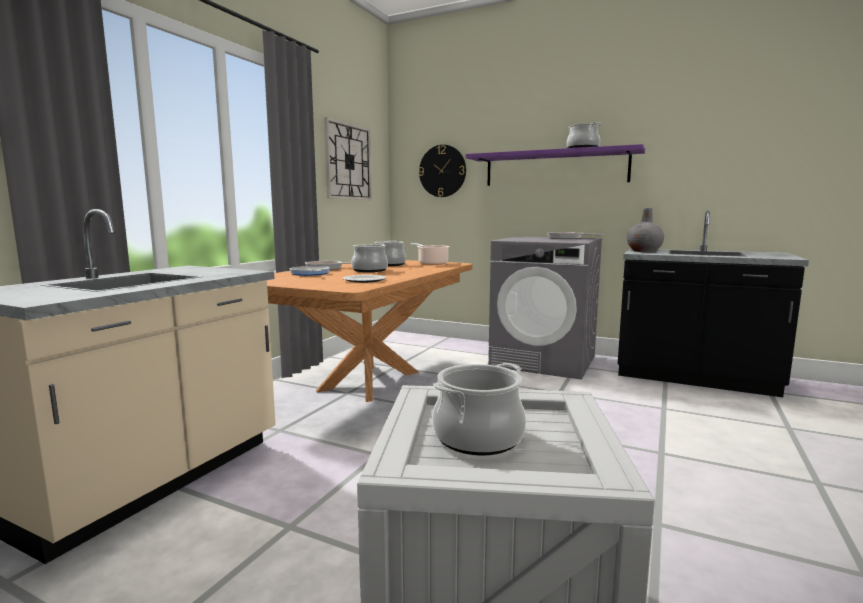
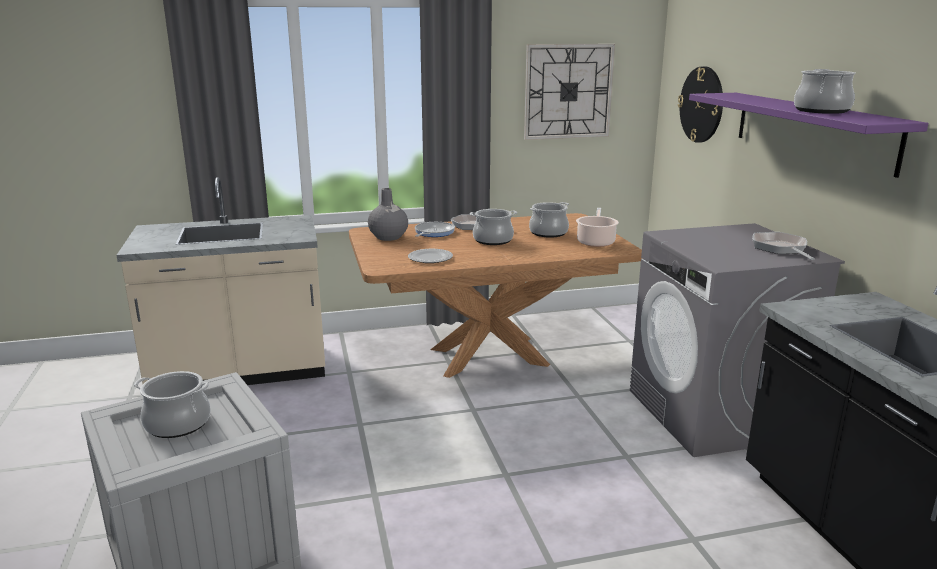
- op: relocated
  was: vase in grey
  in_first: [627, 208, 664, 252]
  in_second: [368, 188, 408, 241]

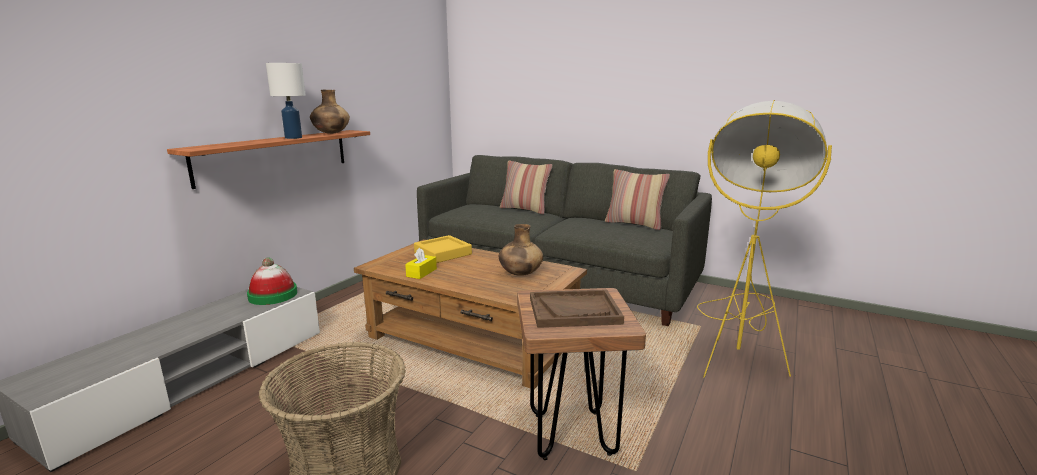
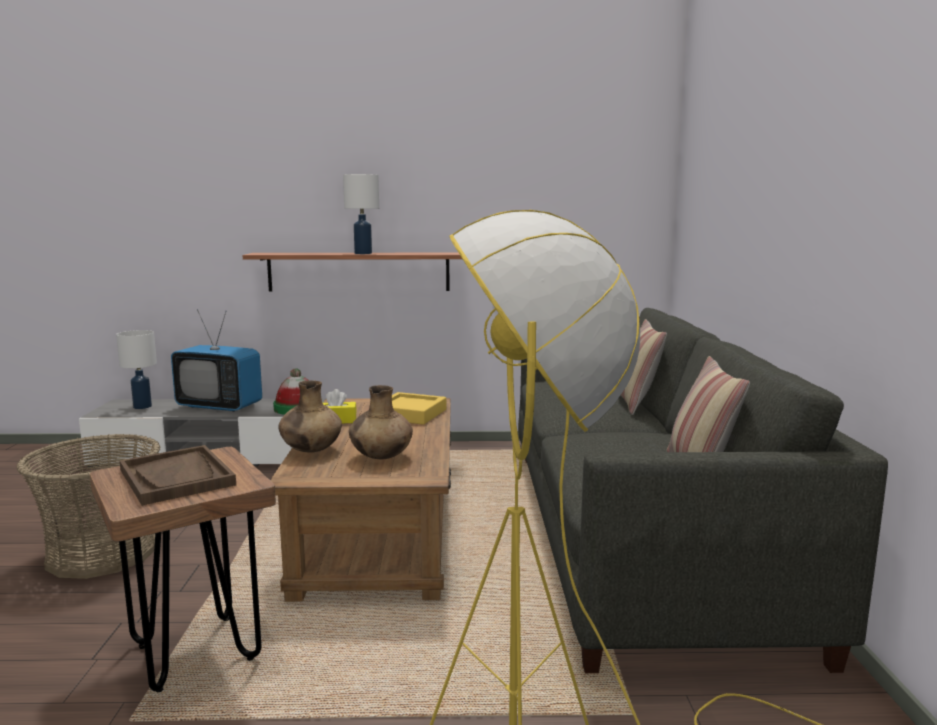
- op: appeared
  now: table lamp in white
  in_second: [116, 330, 157, 409]
- op: appeared
  now: television
  in_second: [171, 309, 262, 412]
- op: relocated
  was: vase in brown
  in_first: [310, 90, 350, 134]
  in_second: [278, 381, 342, 452]

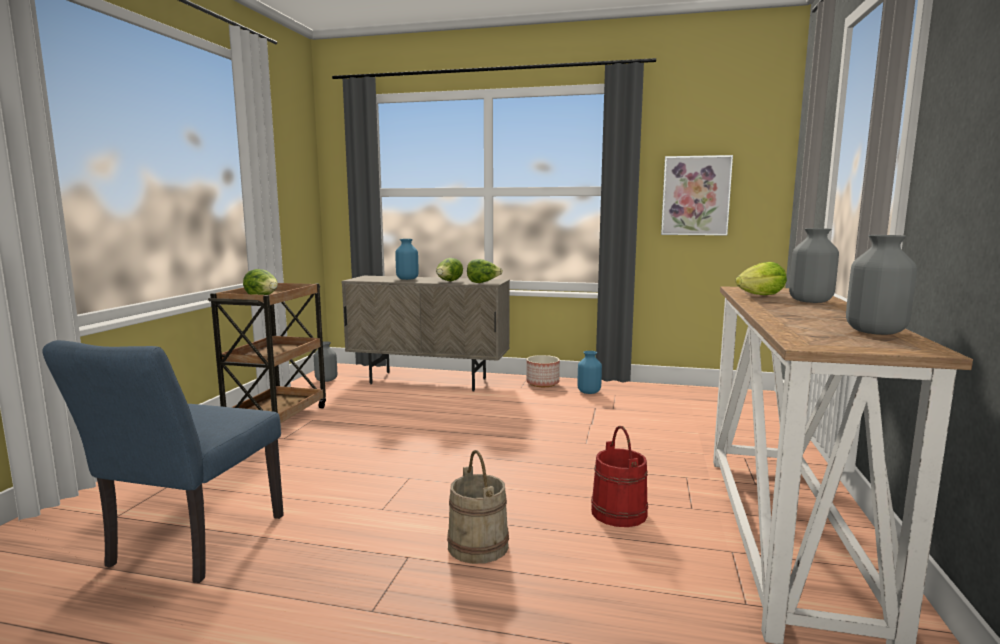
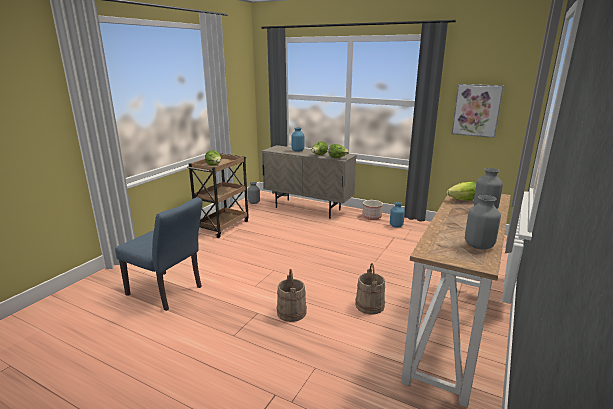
- op: colour
  was: bucket in red
  now: bucket in beige
  in_first: [591, 426, 648, 527]
  in_second: [355, 263, 385, 314]
- op: spun
  was: chair in blue
  in_first: [42, 340, 284, 583]
  in_second: [115, 197, 203, 311]
  clockwise: -90

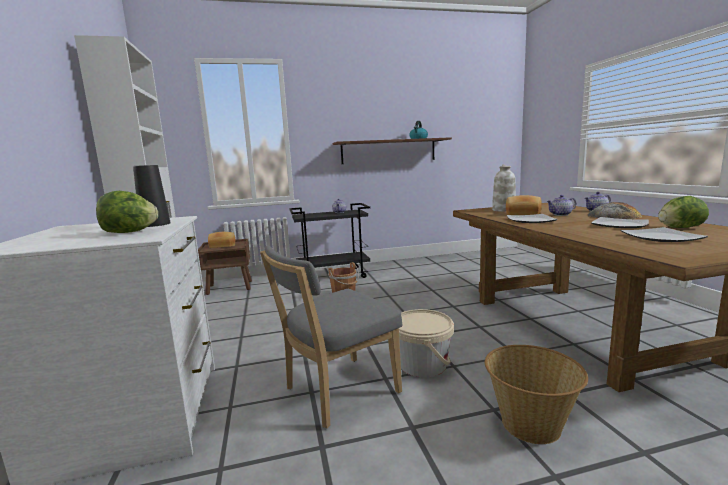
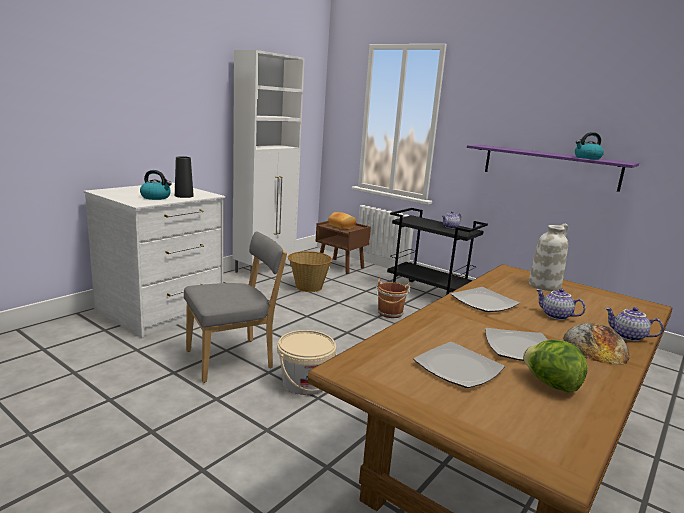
- op: missing
  was: bread
  in_first: [506, 195, 542, 215]
- op: relocated
  was: basket
  in_first: [485, 345, 588, 444]
  in_second: [288, 251, 332, 292]
- op: exchanged
  was: lettuce
  now: kettle
  in_first: [96, 191, 158, 233]
  in_second: [140, 170, 172, 200]
- op: colour
  was: shelf in brown
  now: shelf in purple
  in_first: [333, 137, 452, 164]
  in_second: [467, 145, 639, 192]
- op: spun
  was: chair in grey
  in_first: [260, 245, 402, 429]
  in_second: [184, 231, 287, 383]
  clockwise: 135

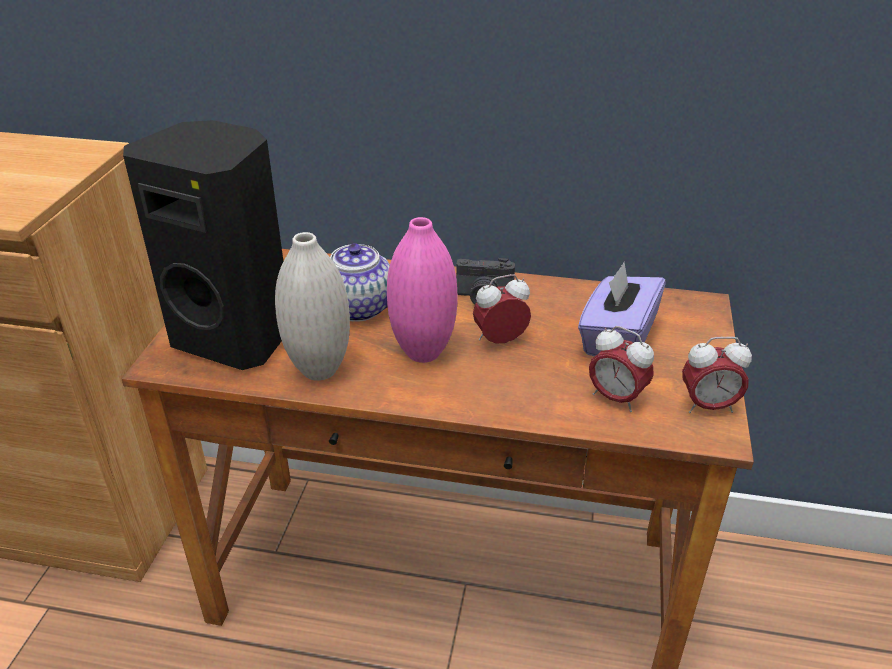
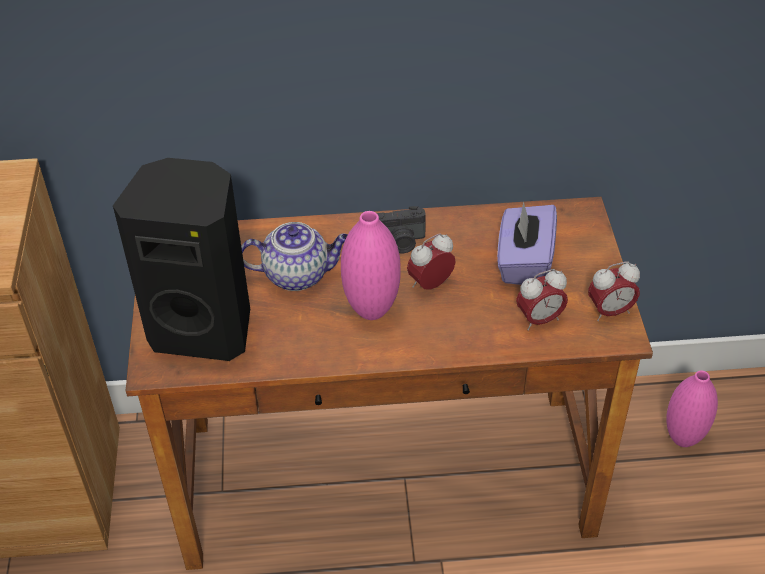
- op: missing
  was: vase in white
  in_first: [275, 232, 350, 381]
- op: appeared
  now: vase in pink
  in_second: [666, 371, 718, 447]
- op: spun
  was: alarm clock
  in_first: [589, 326, 654, 412]
  in_second: [516, 269, 568, 330]
  clockwise: -45

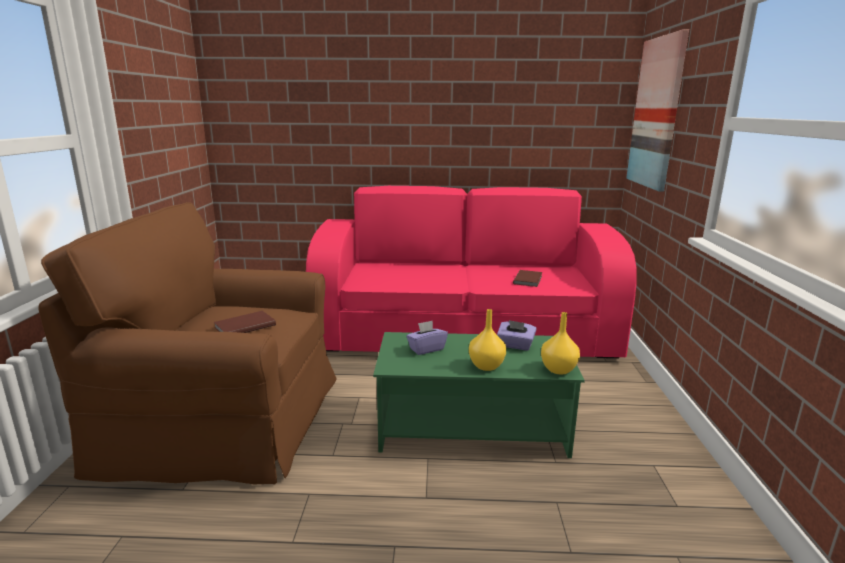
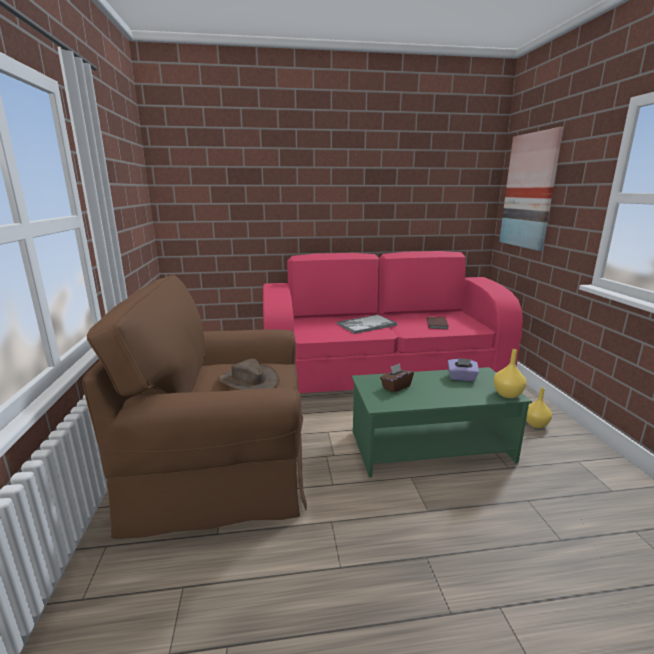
- op: appeared
  now: tray
  in_second: [337, 314, 398, 334]
- op: relocated
  was: vase in yellow
  in_first: [469, 309, 506, 371]
  in_second: [526, 387, 552, 428]
- op: exchanged
  was: book in brown
  now: hat in brown
  in_first: [214, 311, 276, 333]
  in_second: [218, 359, 279, 390]
- op: colour
  was: tissue box in purple
  now: tissue box in brown
  in_first: [406, 320, 448, 355]
  in_second: [380, 363, 414, 393]

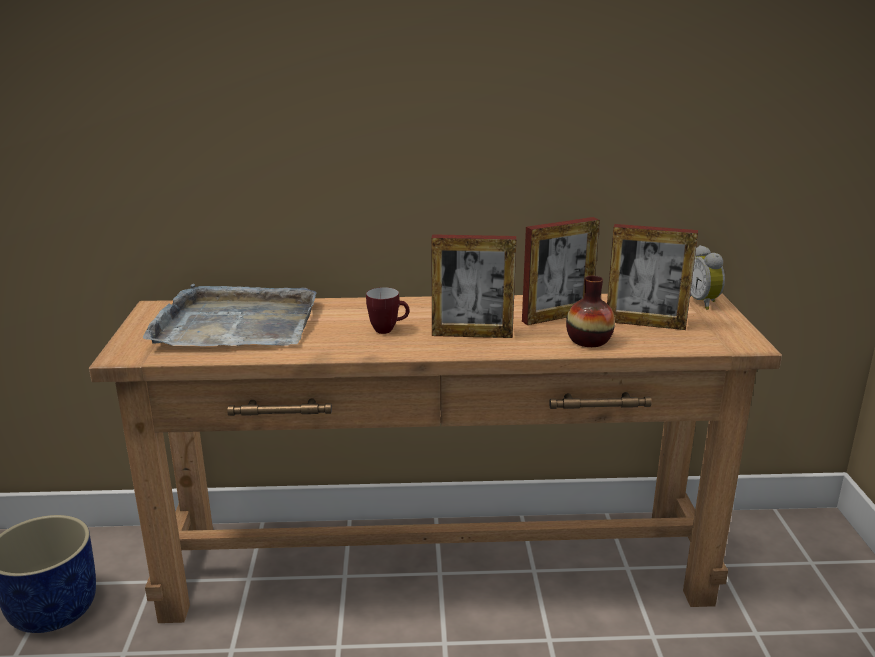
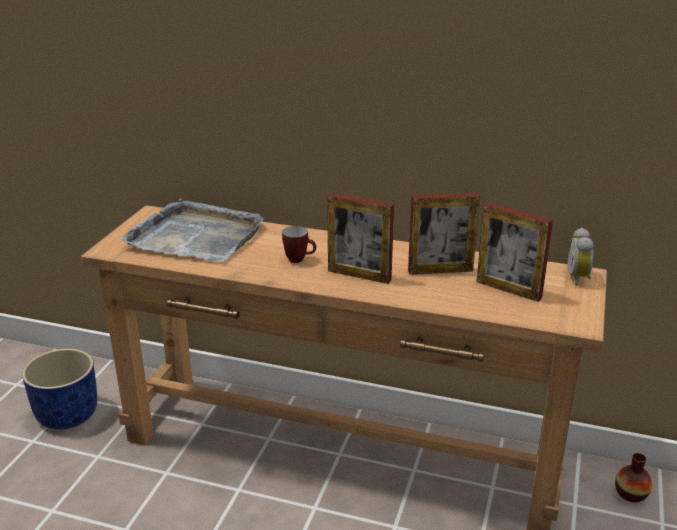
- op: relocated
  was: vase
  in_first: [566, 276, 615, 347]
  in_second: [615, 453, 652, 503]

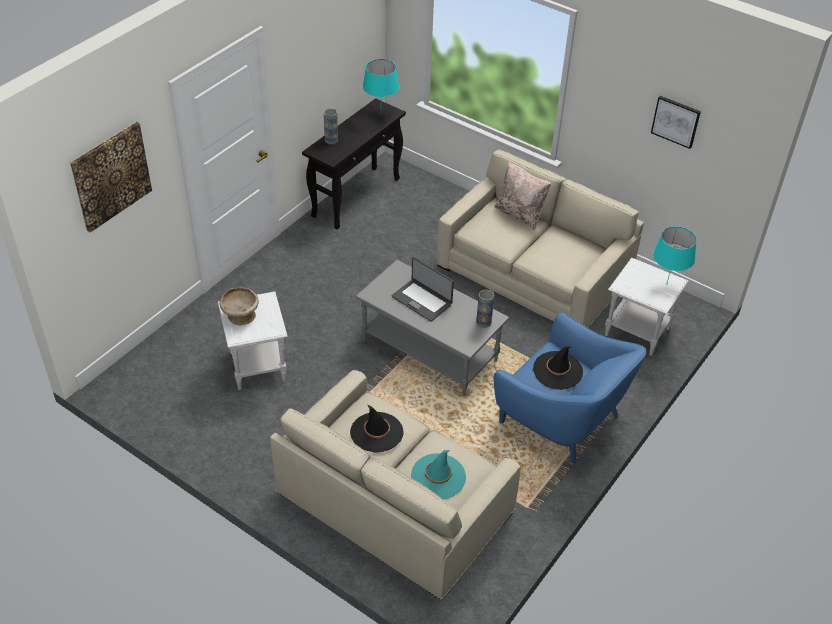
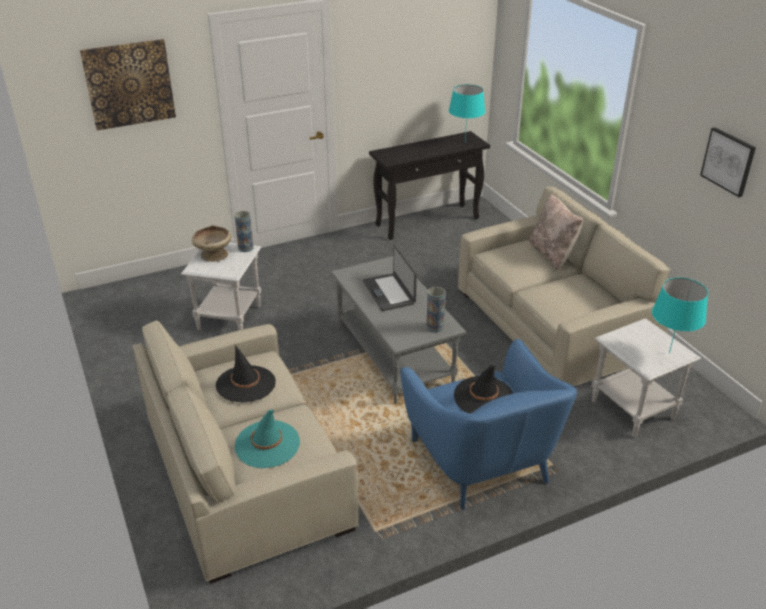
- op: relocated
  was: vase
  in_first: [324, 108, 338, 144]
  in_second: [234, 211, 254, 252]

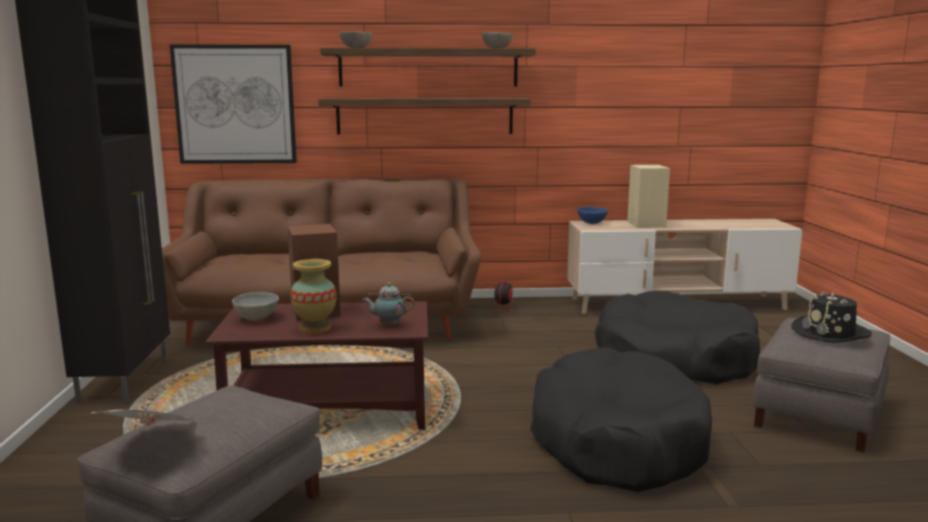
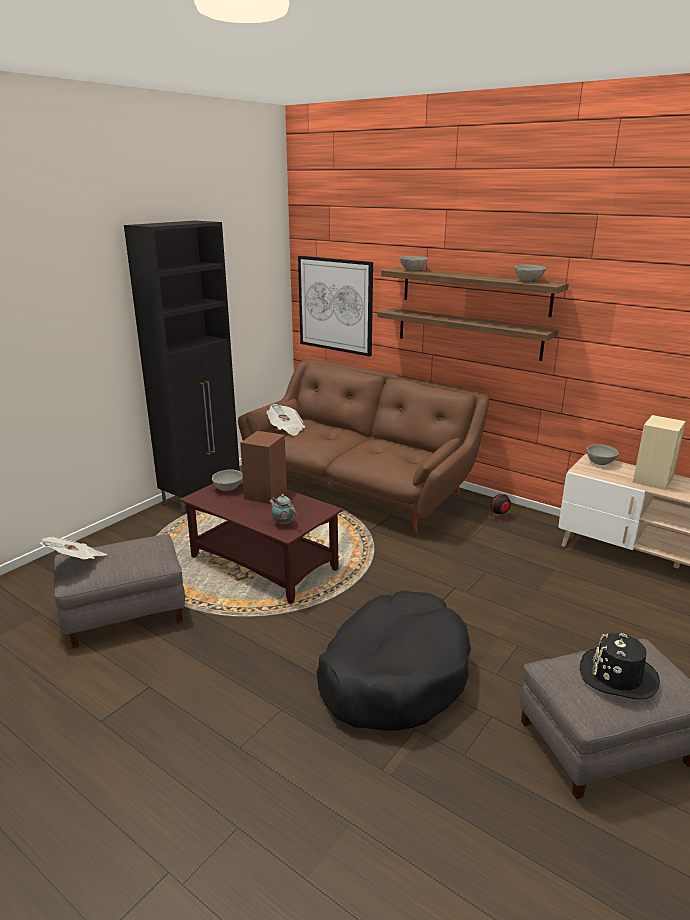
- op: missing
  was: vase
  in_first: [290, 259, 336, 334]
- op: missing
  was: dog bed in black
  in_first: [595, 291, 760, 384]
- op: appeared
  now: newspaper
  in_second: [267, 404, 305, 436]
- op: colour
  was: bowl in blue
  now: bowl in grey
  in_first: [578, 207, 608, 224]
  in_second: [587, 444, 619, 465]

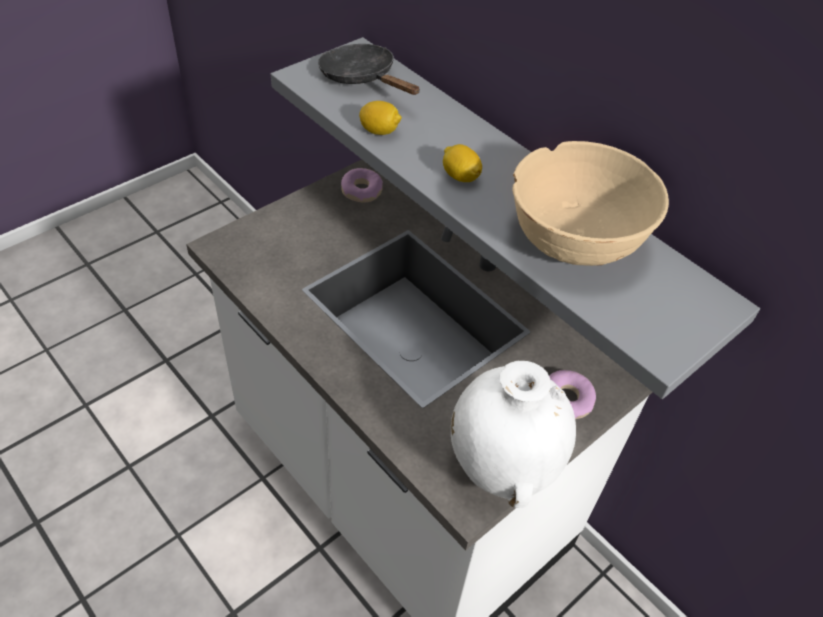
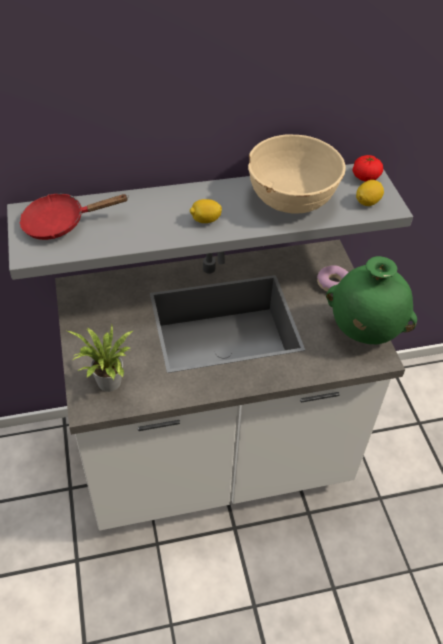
- op: missing
  was: donut
  in_first: [341, 168, 383, 203]
- op: appeared
  now: potted plant
  in_second: [67, 325, 133, 392]
- op: appeared
  now: tomato
  in_second: [353, 155, 383, 182]
- op: relocated
  was: lemon
  in_first: [359, 101, 402, 135]
  in_second: [356, 180, 384, 206]
- op: colour
  was: frying pan in black
  now: frying pan in red
  in_first: [318, 44, 420, 95]
  in_second: [19, 194, 129, 240]
- op: colour
  was: vase in white
  now: vase in green
  in_first: [451, 361, 576, 508]
  in_second: [326, 256, 417, 344]

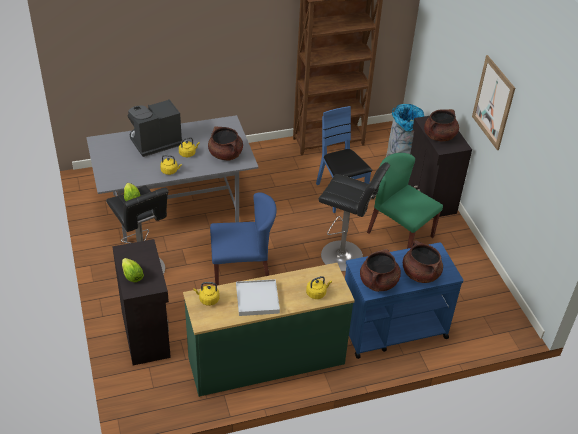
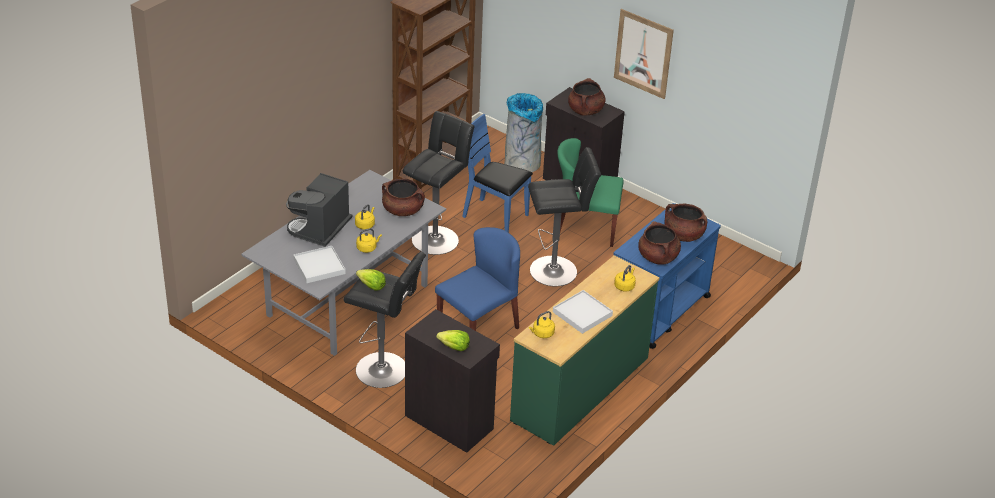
- op: appeared
  now: tray in white
  in_second: [294, 246, 346, 283]
- op: appeared
  now: stool in black
  in_second: [403, 111, 475, 255]

